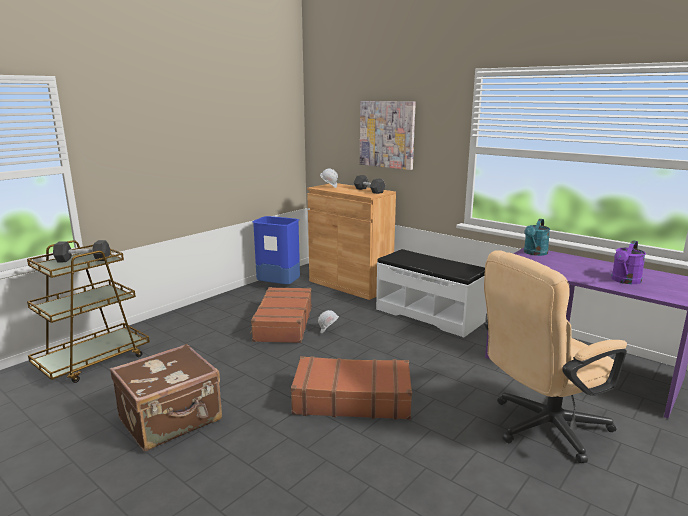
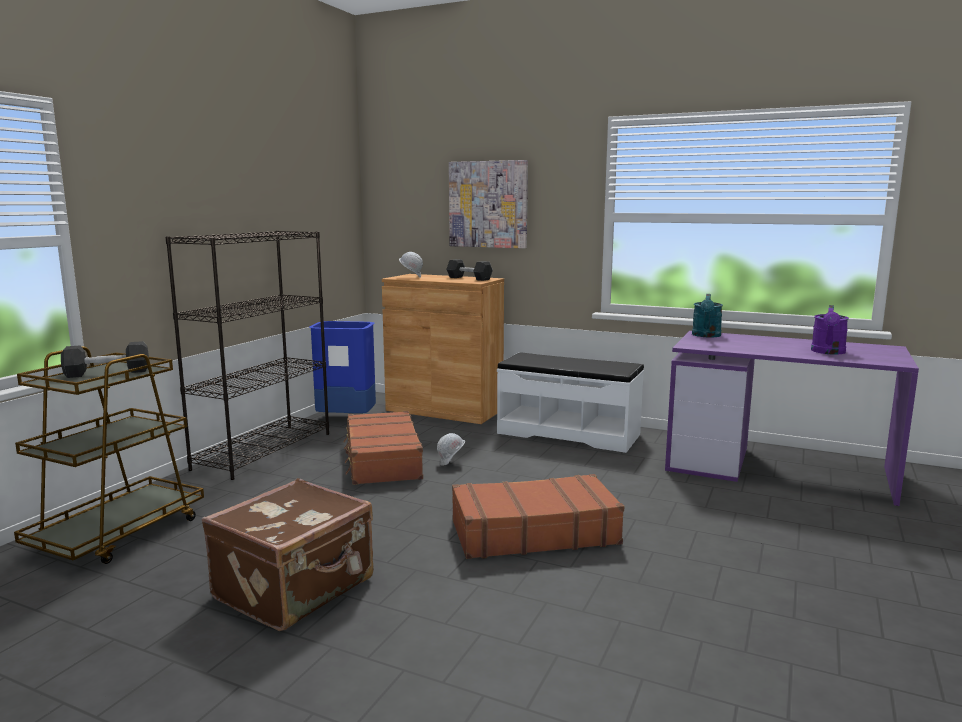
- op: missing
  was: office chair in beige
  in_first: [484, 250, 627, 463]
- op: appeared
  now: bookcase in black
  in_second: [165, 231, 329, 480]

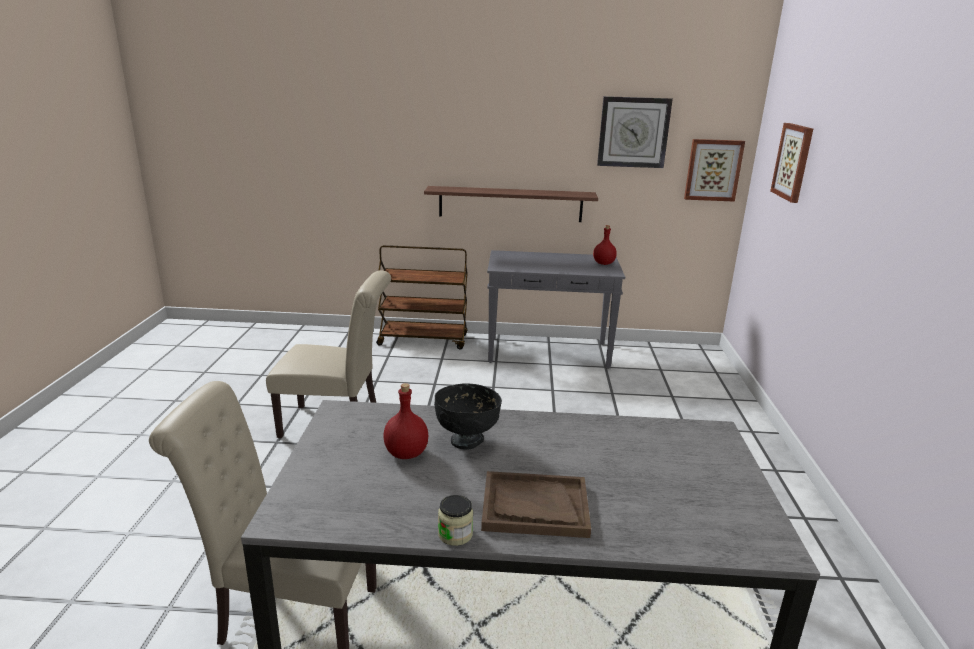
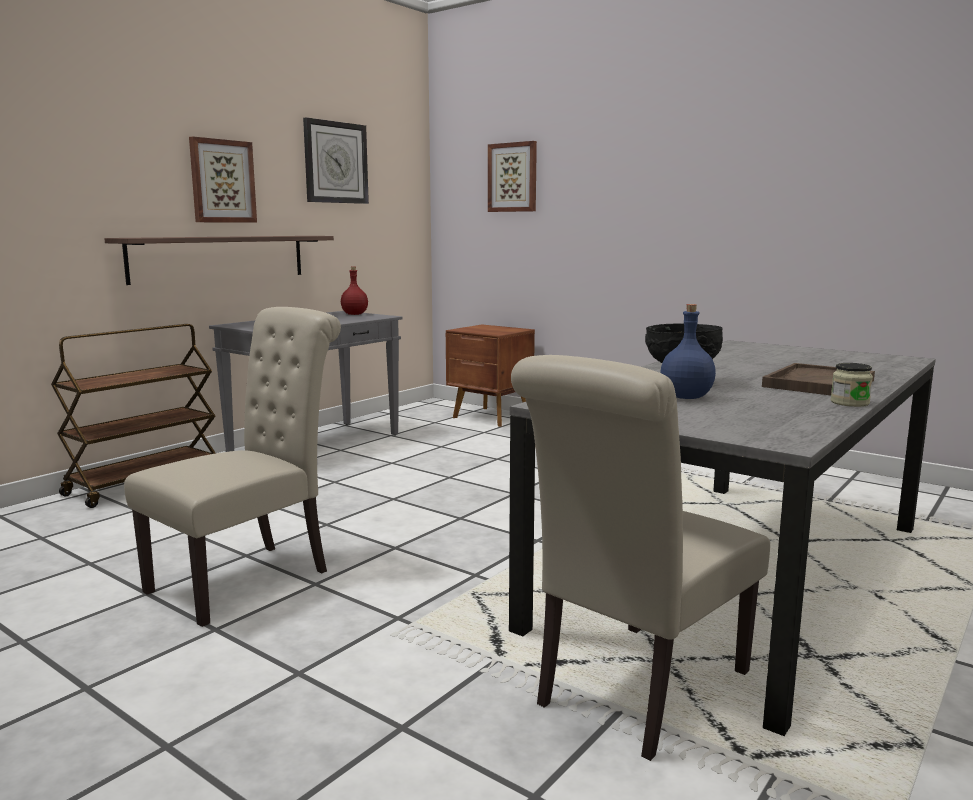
- op: appeared
  now: nightstand in brown
  in_second: [446, 325, 535, 427]
- op: relocated
  was: picture
  in_first: [684, 139, 745, 202]
  in_second: [189, 136, 257, 223]
- op: colour
  was: bottle in red
  now: bottle in blue
  in_first: [383, 383, 429, 459]
  in_second: [660, 304, 716, 399]

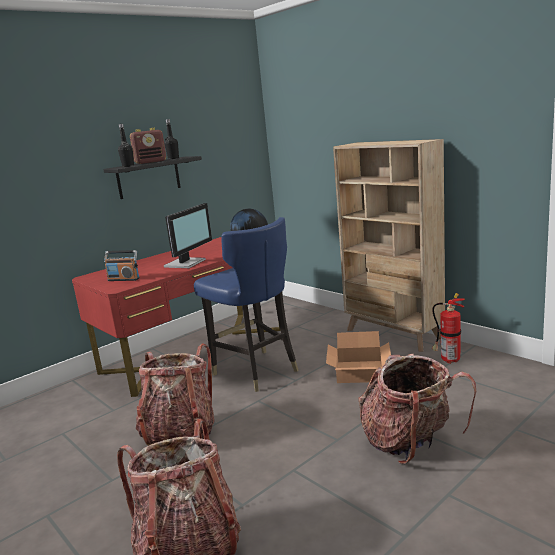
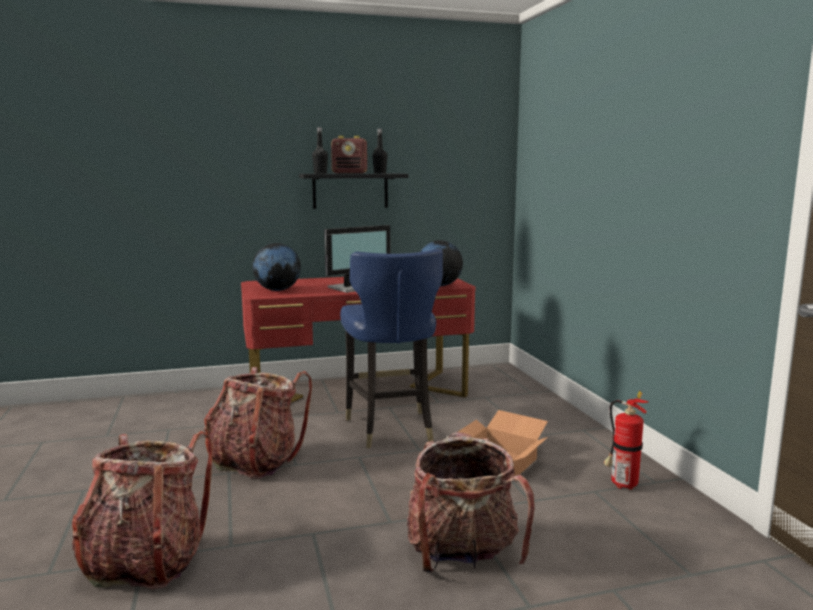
- op: missing
  was: bookcase in beige
  in_first: [333, 139, 445, 352]
- op: exchanged
  was: radio
  now: globe
  in_first: [104, 250, 140, 281]
  in_second: [252, 243, 301, 291]

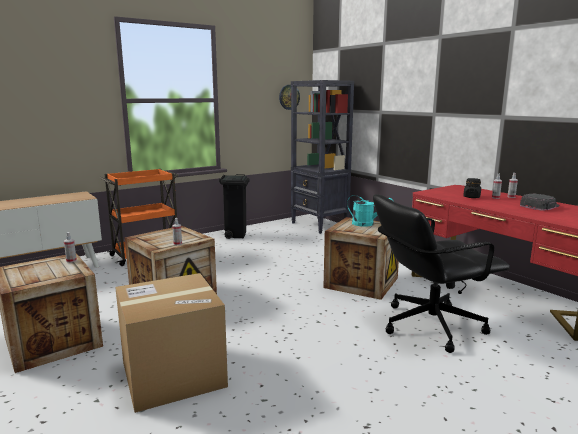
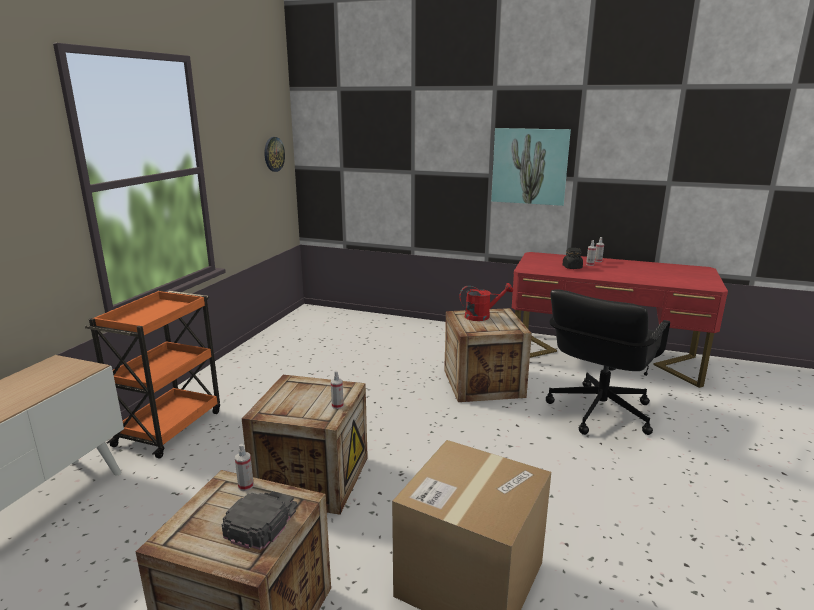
- op: missing
  was: trash can in black
  in_first: [219, 174, 250, 239]
- op: missing
  was: bookcase in black
  in_first: [291, 80, 354, 234]
- op: appeared
  now: picture
  in_second: [491, 128, 571, 206]
- op: relocated
  was: cap in black
  in_first: [520, 193, 559, 211]
  in_second: [222, 491, 298, 550]
- op: colour
  was: watering can in turquoise
  now: watering can in red
  in_first: [347, 195, 393, 227]
  in_second: [459, 283, 513, 321]

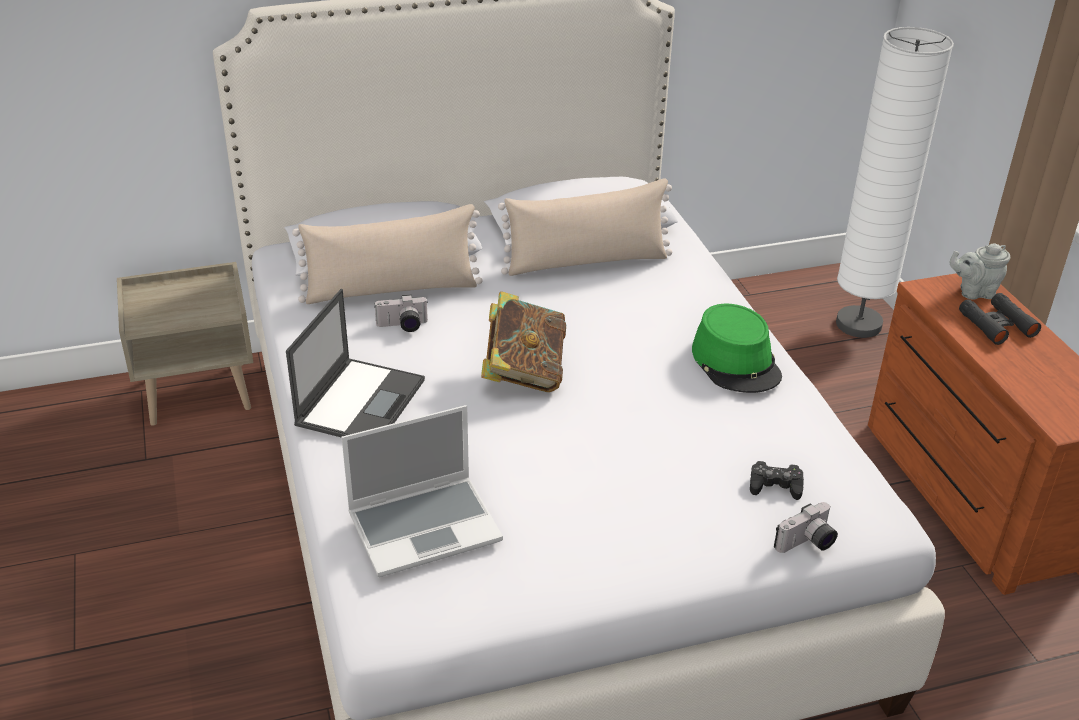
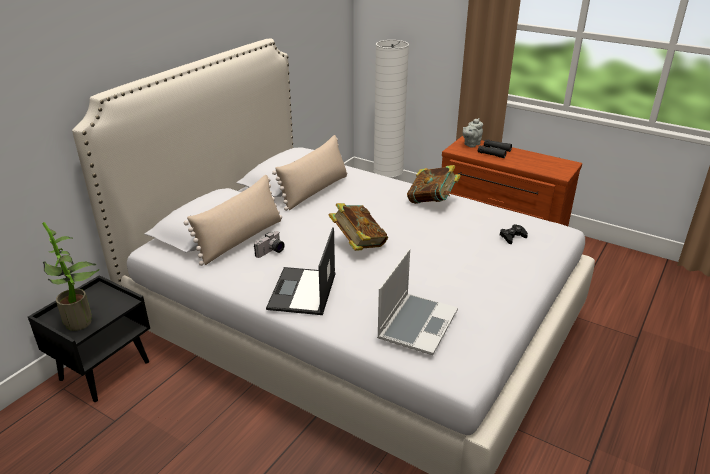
- op: missing
  was: photo camera
  in_first: [774, 502, 838, 553]
- op: appeared
  now: potted plant
  in_second: [42, 222, 99, 331]
- op: exchanged
  was: hat in green
  now: book
  in_first: [692, 304, 782, 393]
  in_second: [407, 165, 461, 204]
- op: colour
  was: nightstand in beige
  now: nightstand in black
  in_first: [117, 262, 253, 426]
  in_second: [28, 275, 150, 402]
- op: spun
  was: laptop
  in_first: [286, 289, 425, 438]
  in_second: [266, 227, 335, 315]
  clockwise: -150

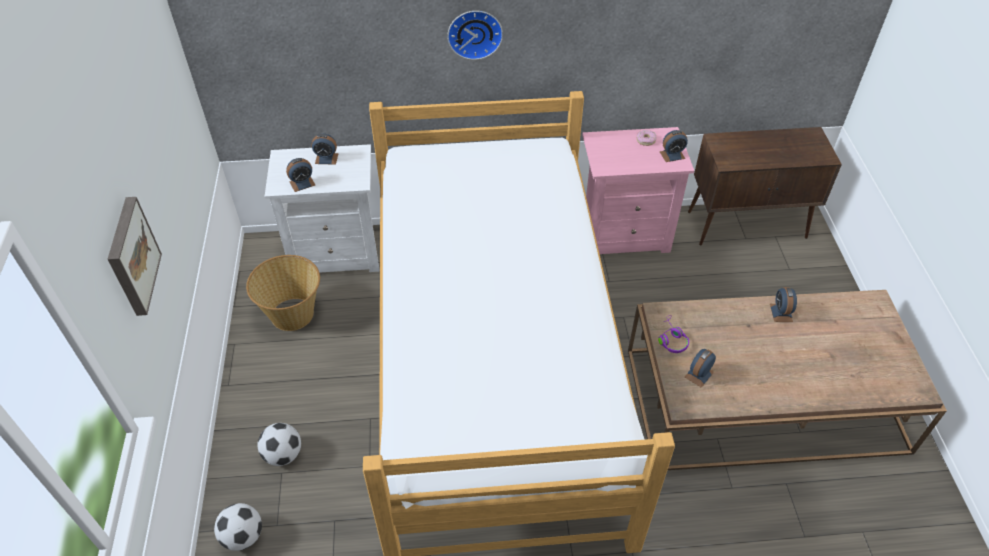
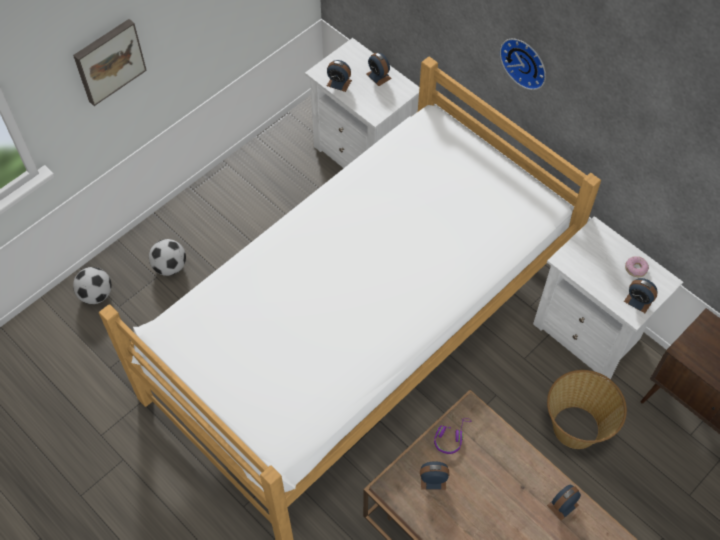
- op: relocated
  was: basket
  in_first: [246, 255, 320, 331]
  in_second: [547, 370, 627, 449]
- op: colour
  was: nightstand in pink
  now: nightstand in white
  in_first: [582, 127, 694, 254]
  in_second: [533, 216, 683, 380]

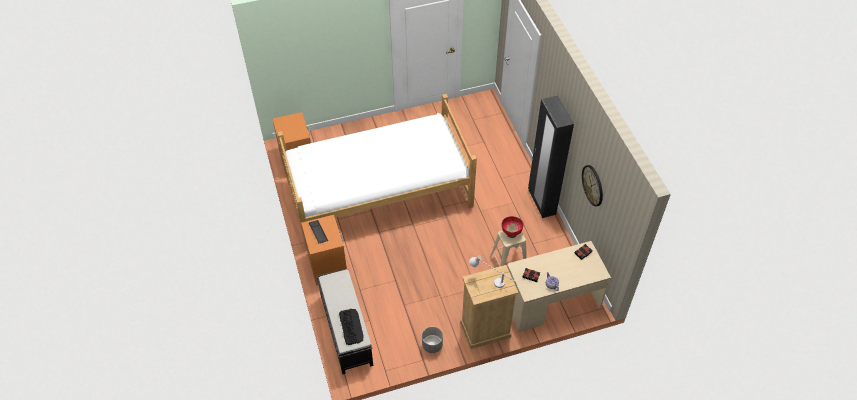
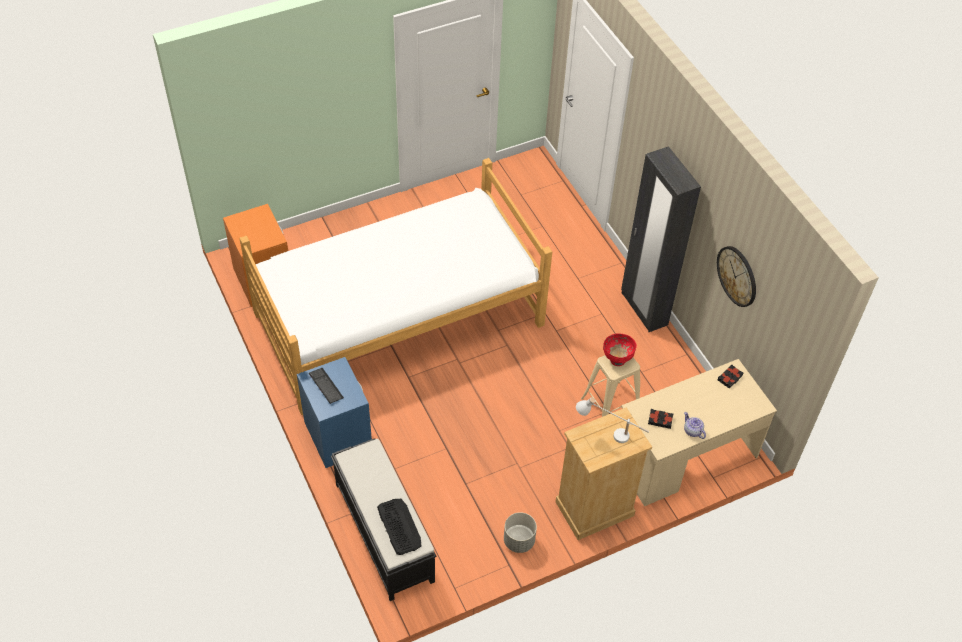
- op: colour
  was: nightstand in orange
  now: nightstand in blue
  in_first: [301, 215, 347, 285]
  in_second: [297, 357, 372, 468]

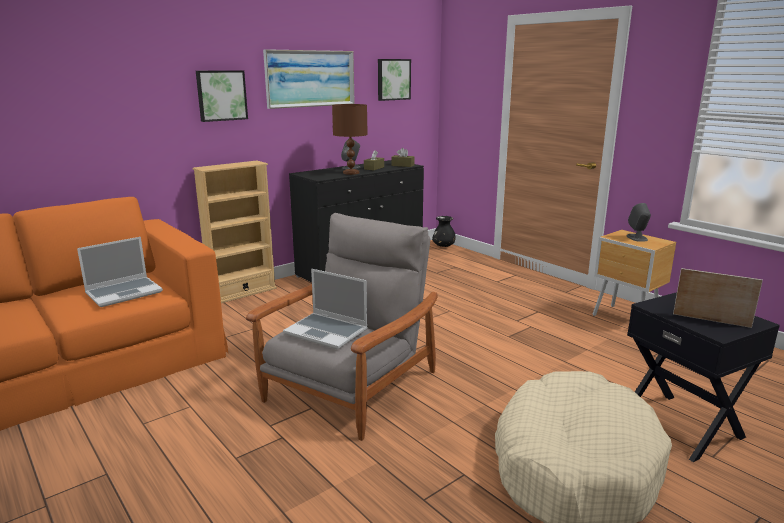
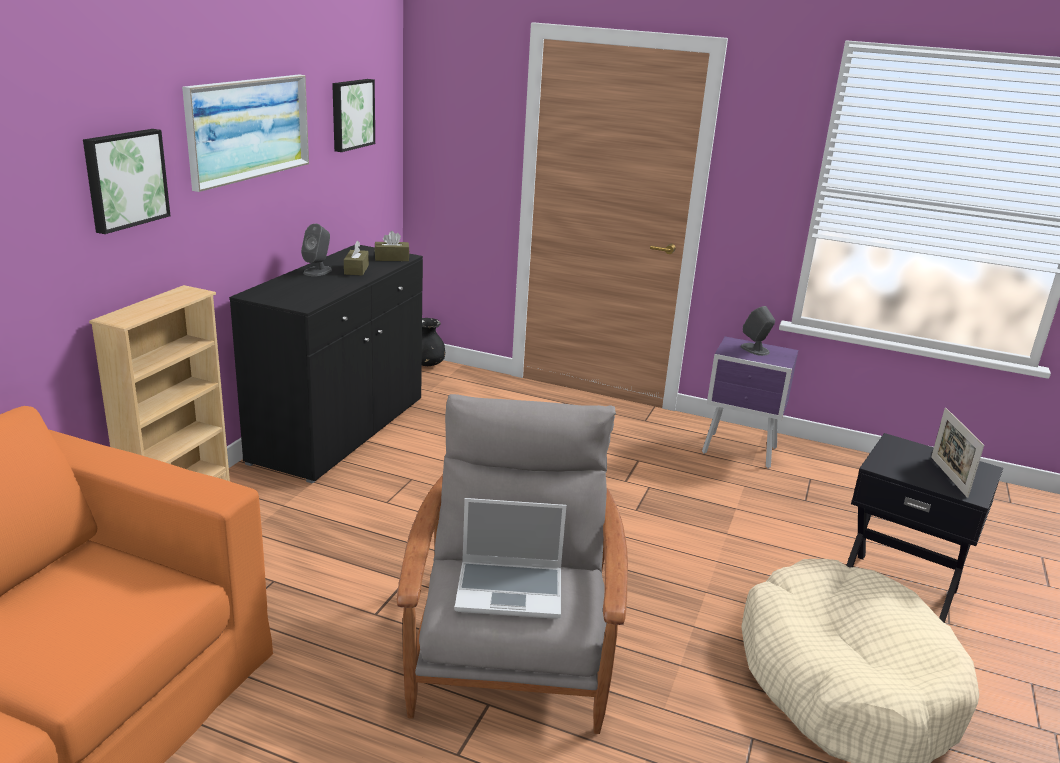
- op: missing
  was: laptop
  in_first: [77, 237, 163, 307]
- op: missing
  was: table lamp in brown
  in_first: [332, 104, 368, 175]
- op: colour
  was: nightstand in brown
  now: nightstand in purple
  in_first: [593, 230, 676, 316]
  in_second: [702, 336, 798, 468]
- op: spun
  was: picture frame
  in_first: [673, 268, 763, 328]
  in_second: [931, 408, 984, 498]
  clockwise: -90

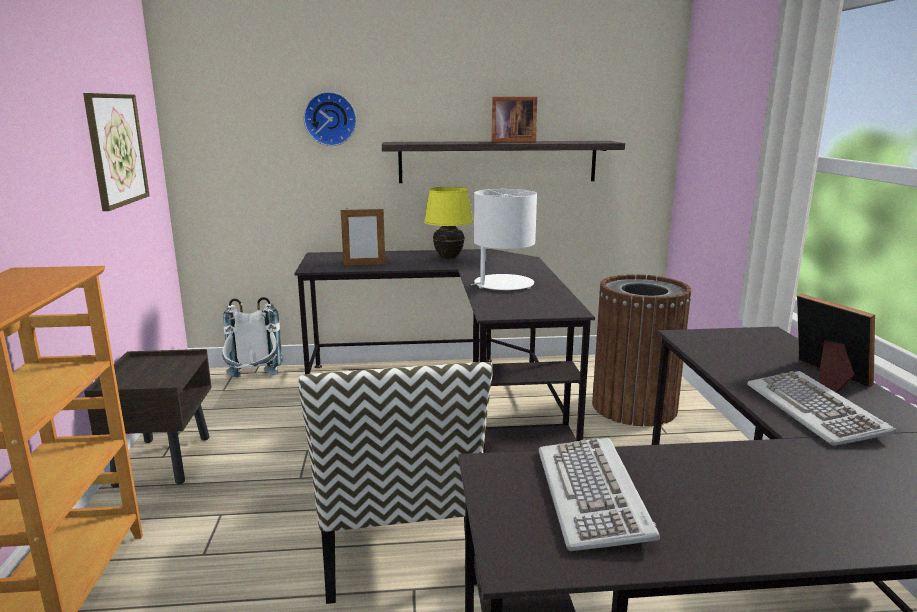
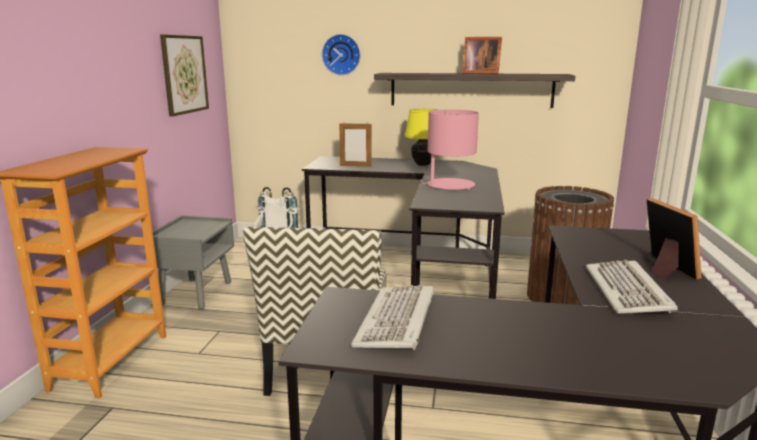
- op: colour
  was: nightstand in brown
  now: nightstand in grey
  in_first: [84, 349, 212, 487]
  in_second: [153, 215, 234, 309]
- op: colour
  was: table lamp in white
  now: table lamp in pink
  in_first: [471, 189, 537, 290]
  in_second: [422, 110, 479, 190]

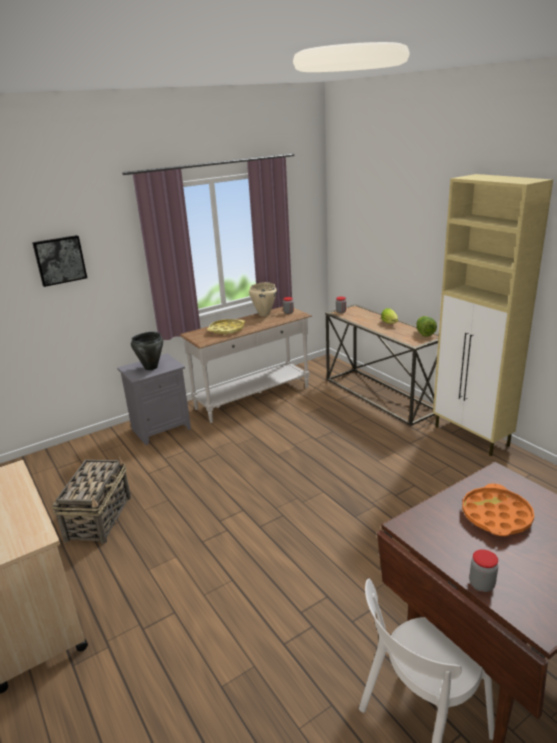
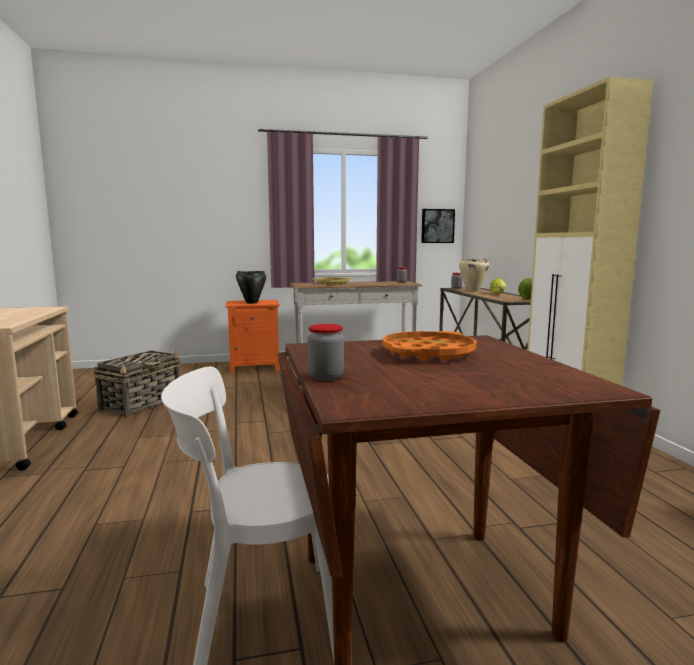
- op: relocated
  was: picture
  in_first: [32, 235, 87, 287]
  in_second: [421, 209, 455, 243]
- op: relocated
  was: cooking pot in beige
  in_first: [249, 282, 277, 316]
  in_second: [459, 259, 490, 292]
- op: colour
  was: nightstand in grey
  now: nightstand in orange
  in_first: [117, 353, 191, 445]
  in_second: [226, 300, 280, 374]

